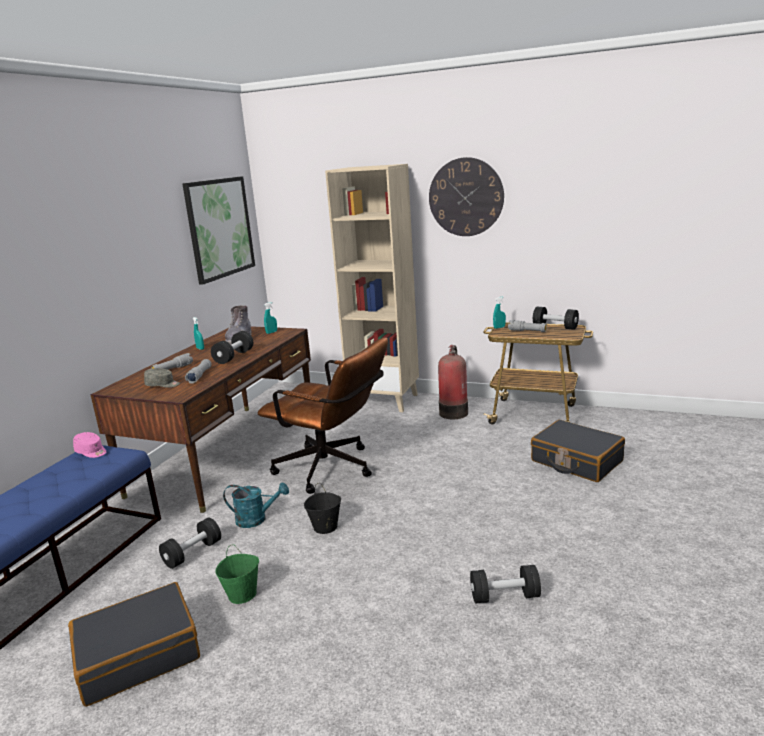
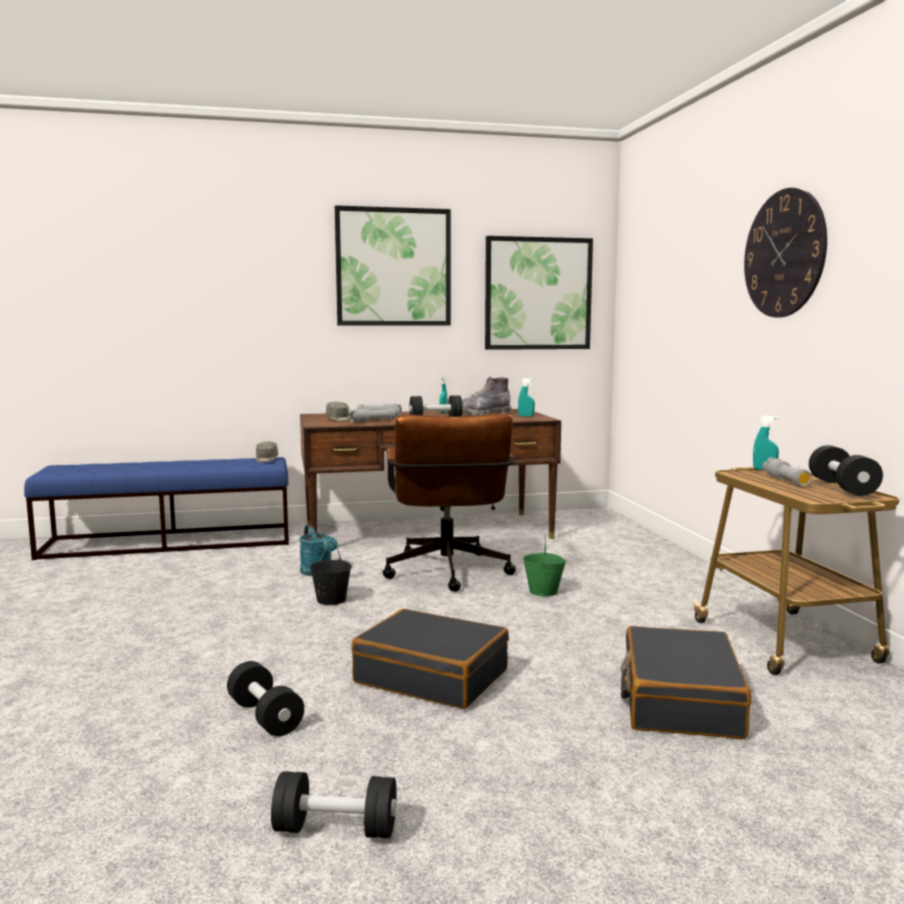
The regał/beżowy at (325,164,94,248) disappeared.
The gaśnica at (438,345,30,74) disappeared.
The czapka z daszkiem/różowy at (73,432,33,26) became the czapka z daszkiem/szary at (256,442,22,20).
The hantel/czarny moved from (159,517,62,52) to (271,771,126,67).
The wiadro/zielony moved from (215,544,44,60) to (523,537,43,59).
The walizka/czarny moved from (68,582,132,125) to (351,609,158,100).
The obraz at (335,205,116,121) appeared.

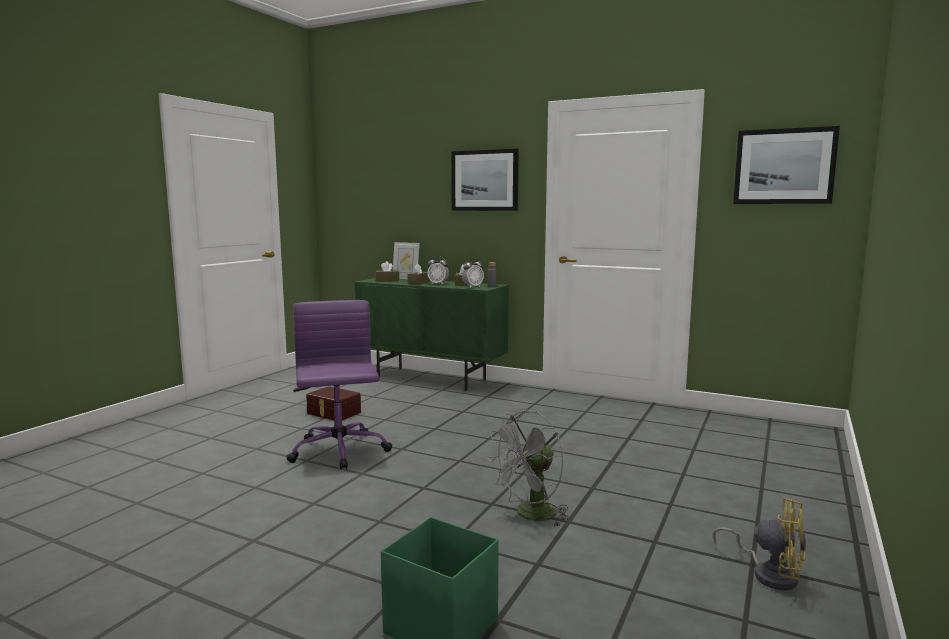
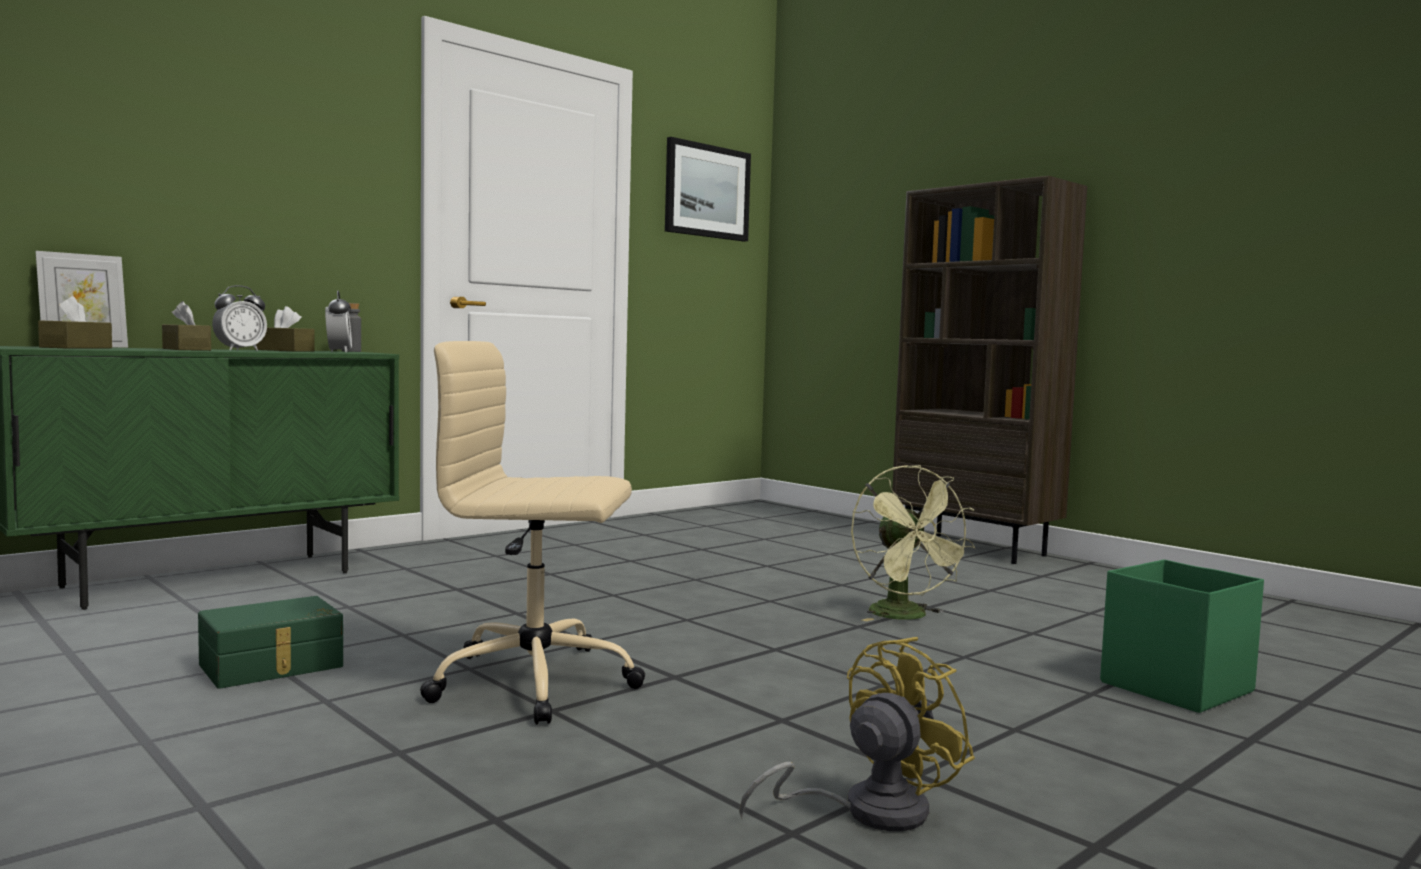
The obraz at (451,149,68,62) disappeared.
The krzesło biurowe/fioletowy at (286,300,107,169) became the krzesło biurowe/beżowy at (420,341,225,384).
The pojemnik do przechowywania/brązowy at (306,386,55,35) became the pojemnik do przechowywania/zielony at (198,596,145,93).
The wentylator/szary at (487,410,82,117) became the wentylator/zielony at (851,465,125,156).
The wentylator/żółty moved from (713,497,93,93) to (739,637,236,194).
The regał/brązowy at (892,176,195,388) appeared.

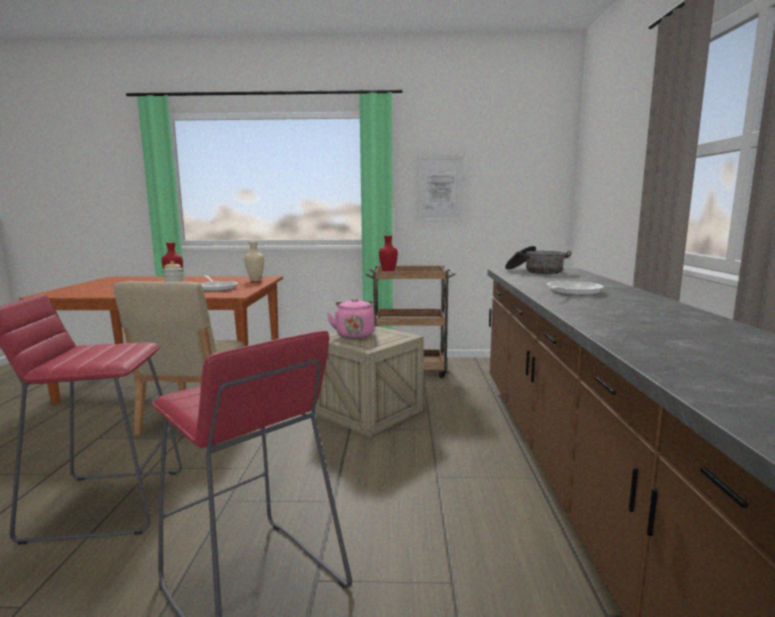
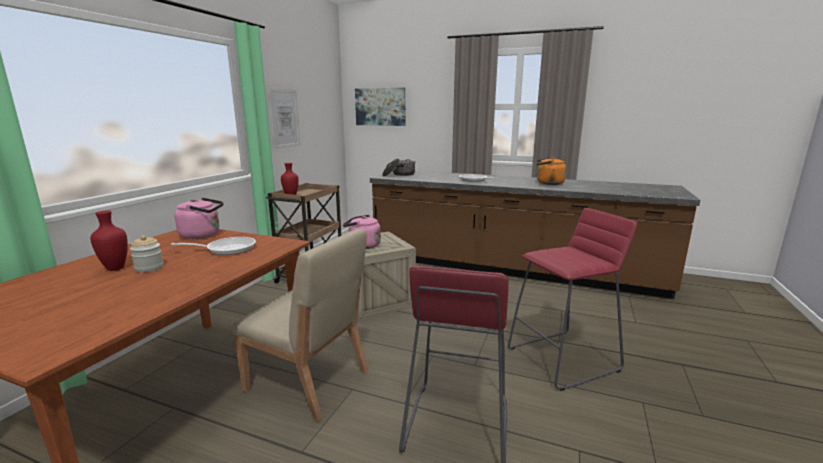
The wazon/beżowy at (244,241,20,40) was replaced by the czajnik/różowy at (174,198,50,41).
The obraz at (355,88,50,38) appeared.
The czajnik/pomarańczowy at (536,157,30,28) appeared.

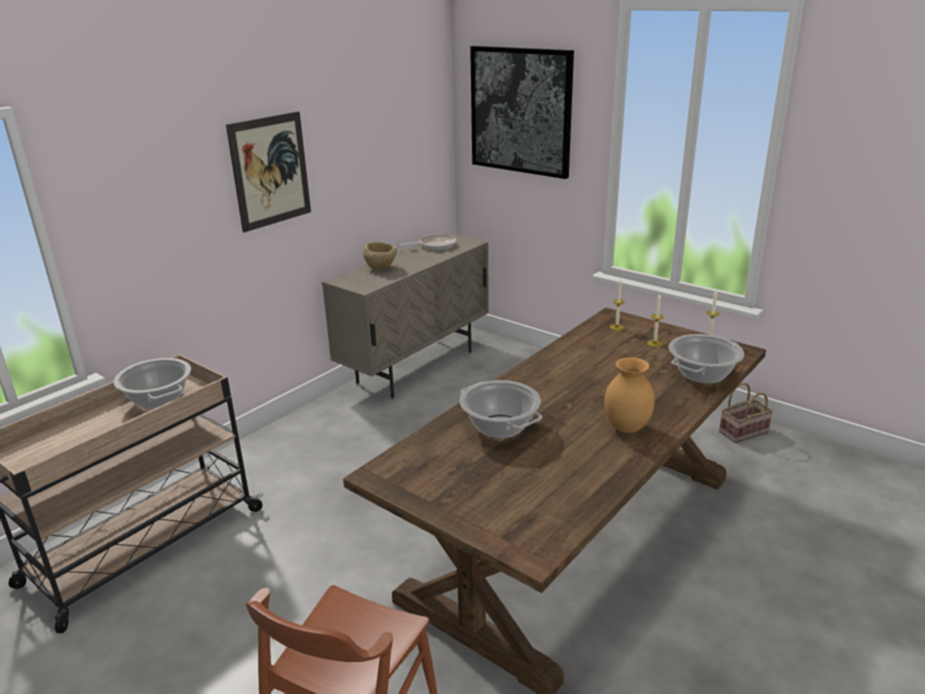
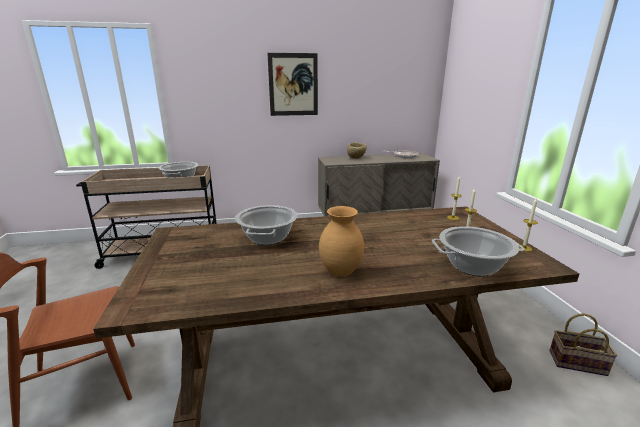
The obraz at (470,46,104,133) disappeared.

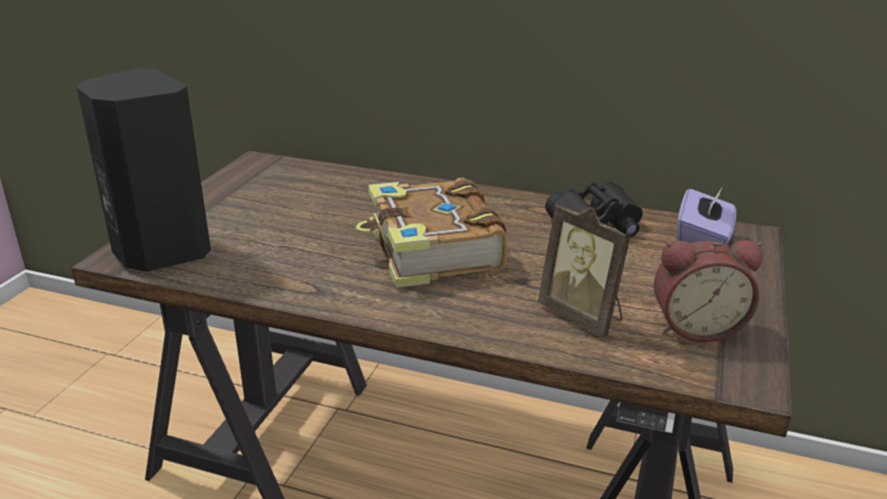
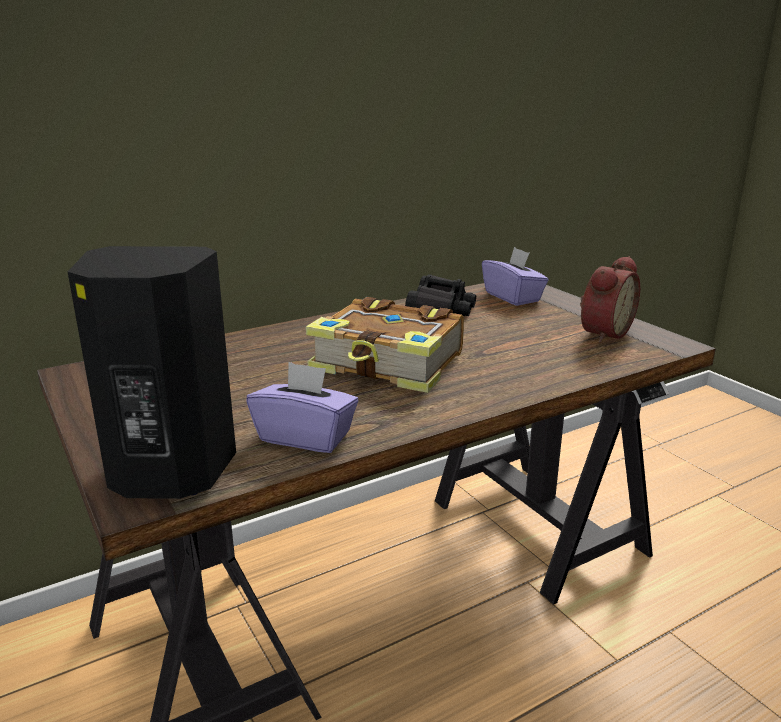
The ramka na zdjęcie at (538,204,93,133) disappeared.
The pudełko chusteczek/fioletowy at (246,362,112,91) appeared.

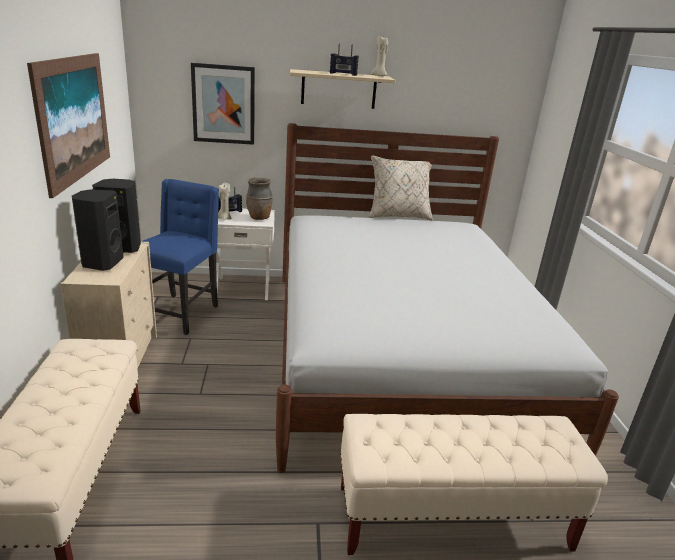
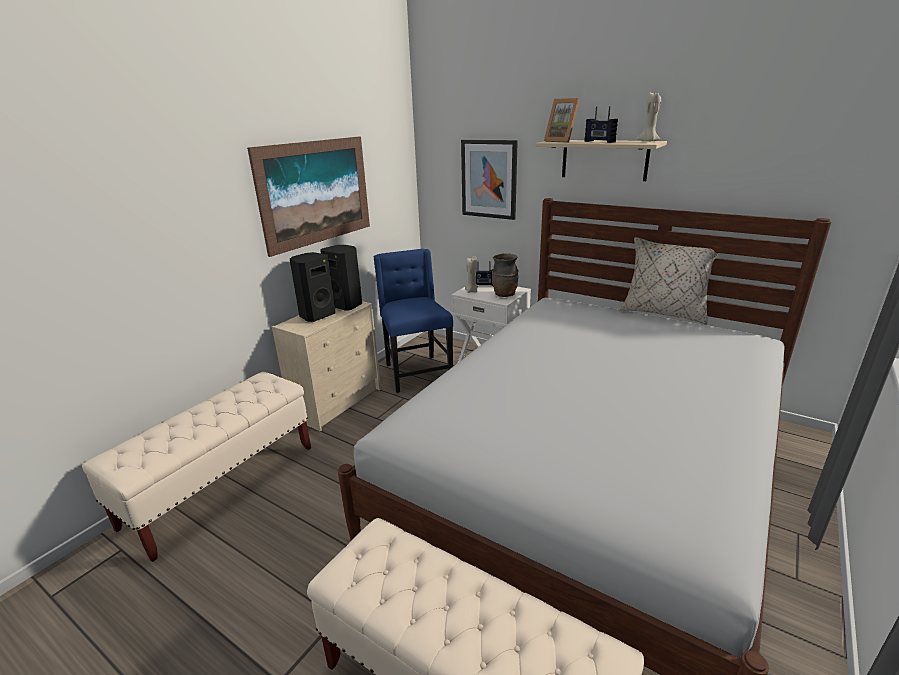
The krzesło/niebieski at (141,179,78,156) turned 75 degrees counterclockwise.
The ramka na zdjęcie at (544,98,36,45) appeared.

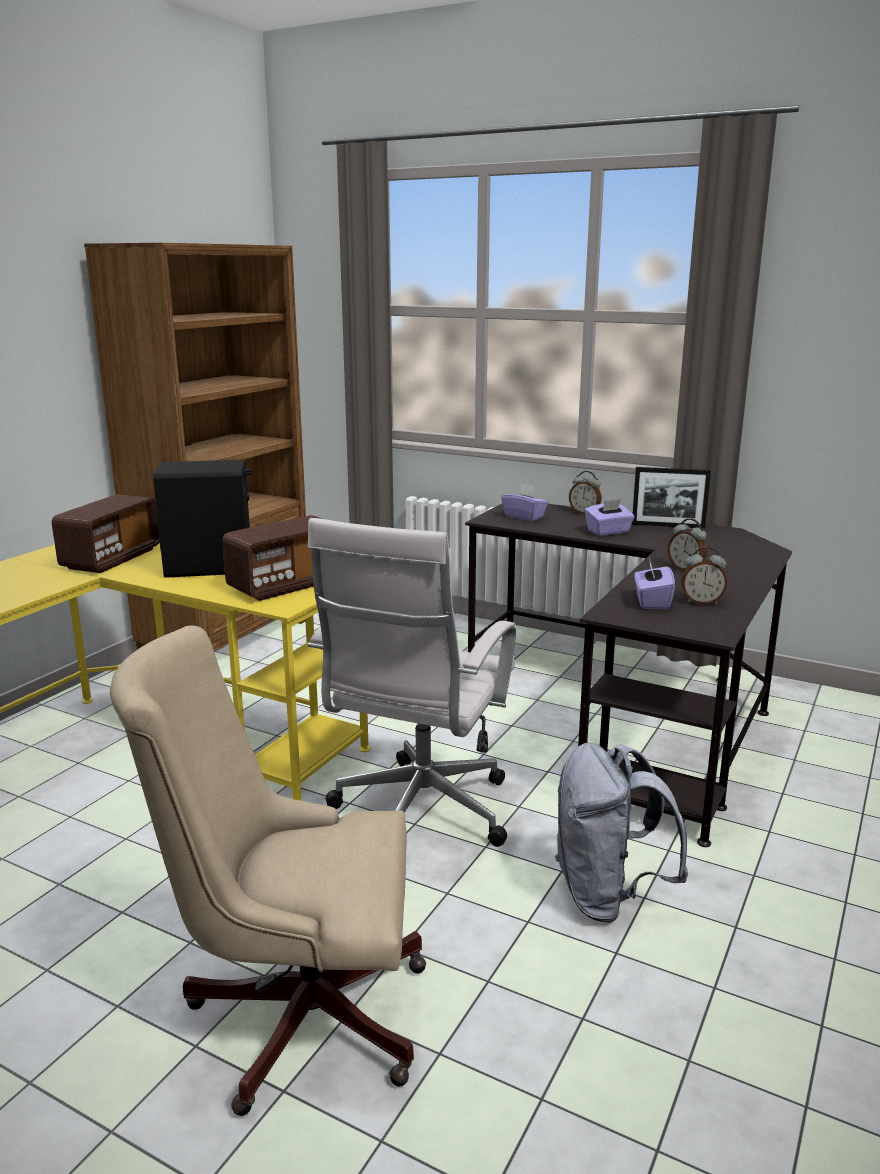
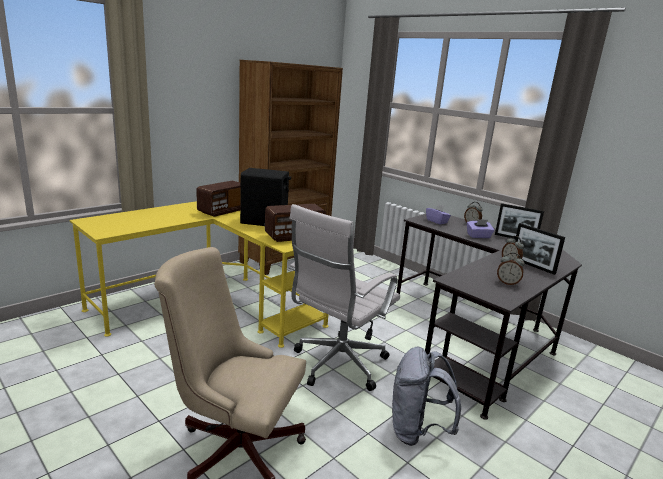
The pudełko chusteczek/fioletowy at (634,558,41,52) disappeared.
The ramka na zdjęcie at (515,223,50,52) appeared.

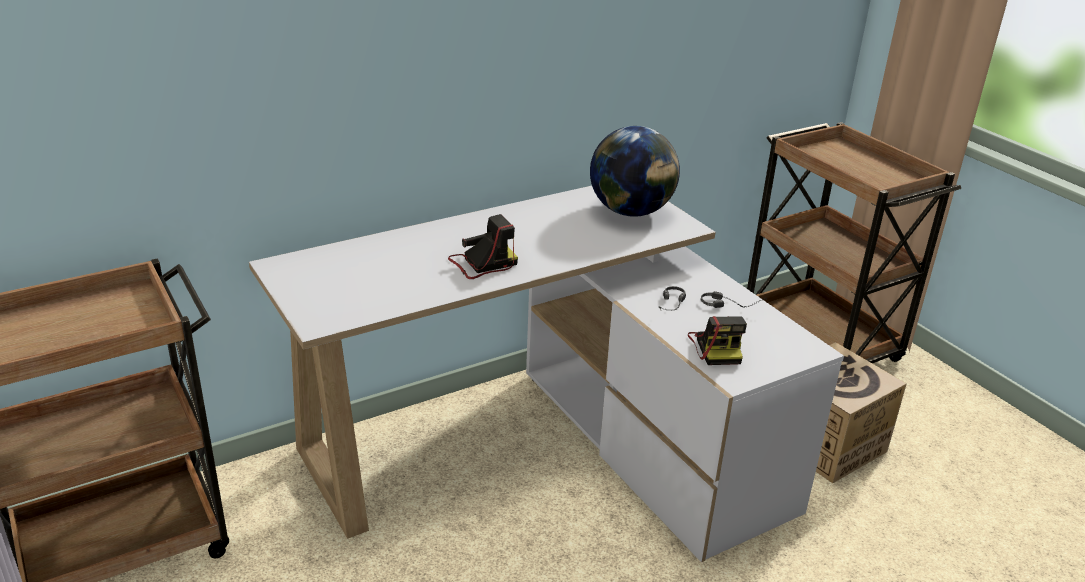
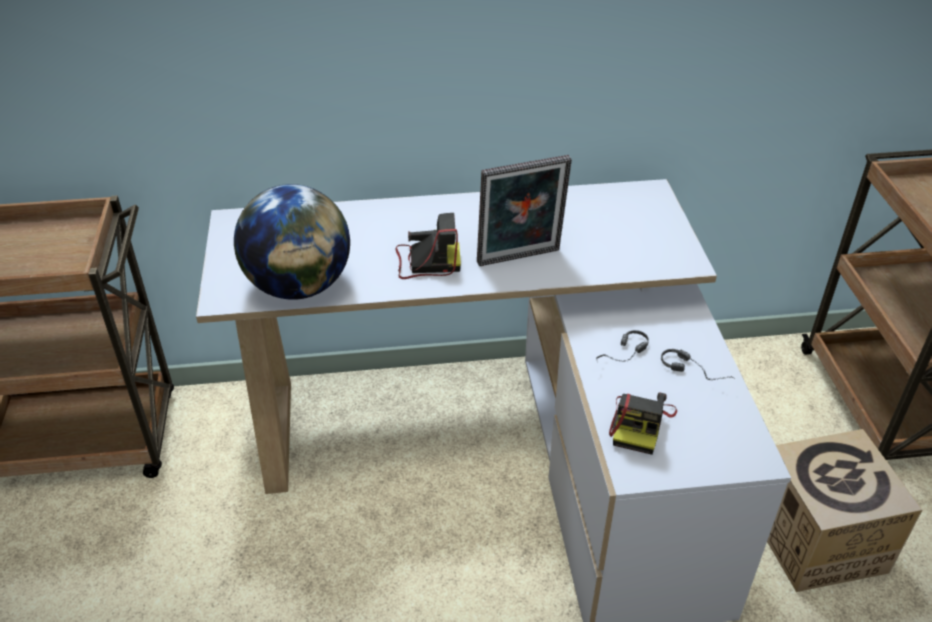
The globus moved from (590,126,90,91) to (234,184,116,116).
The ramka na zdjęcie at (477,155,95,111) appeared.

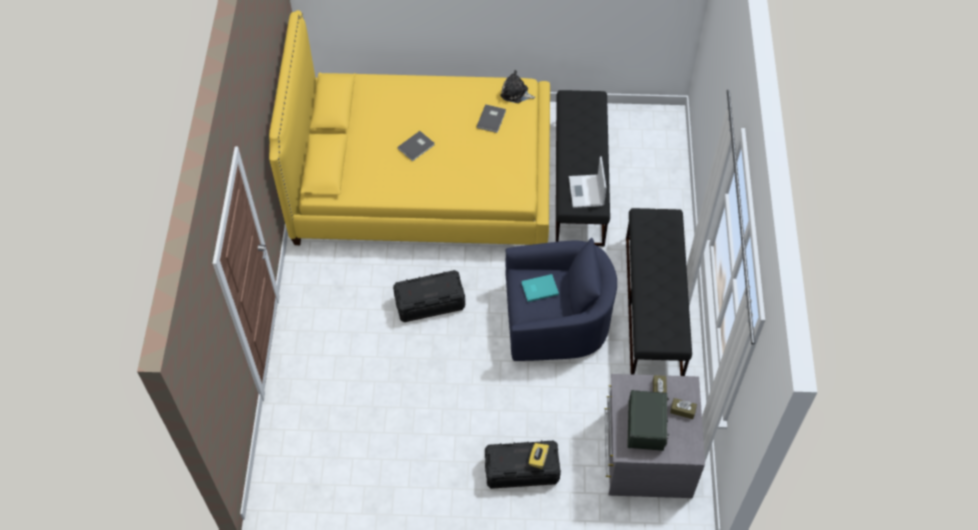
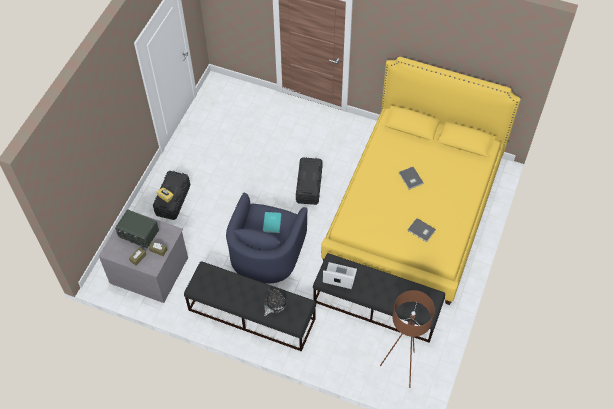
The pluszak moved from (501,70,34,33) to (264,289,24,27).
The lampa stojąca/brązowy at (380,290,55,98) appeared.

